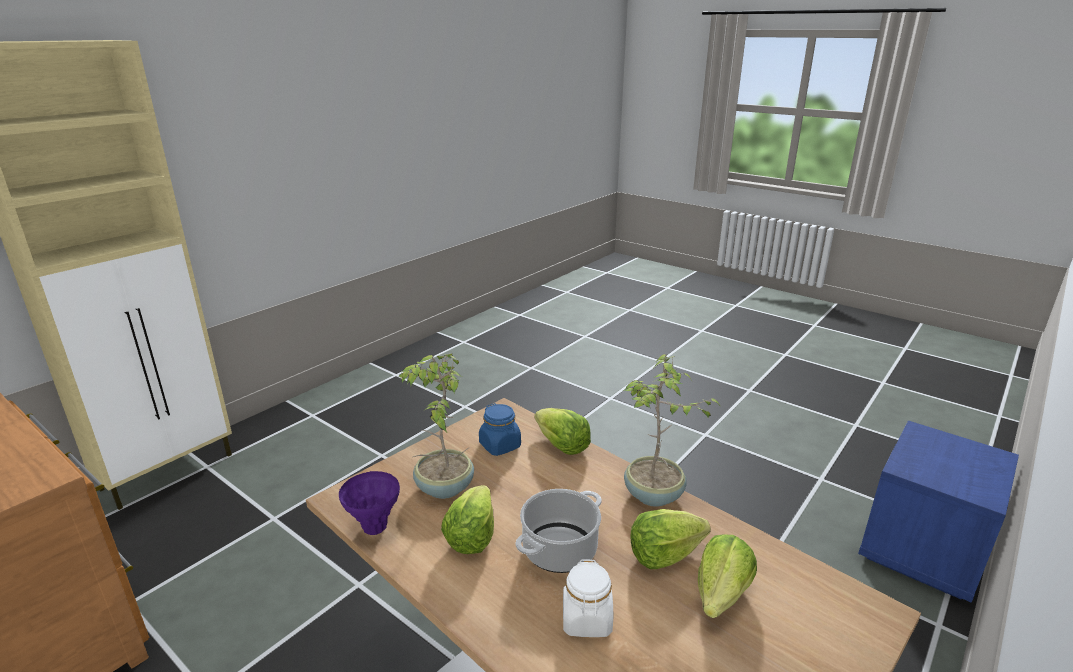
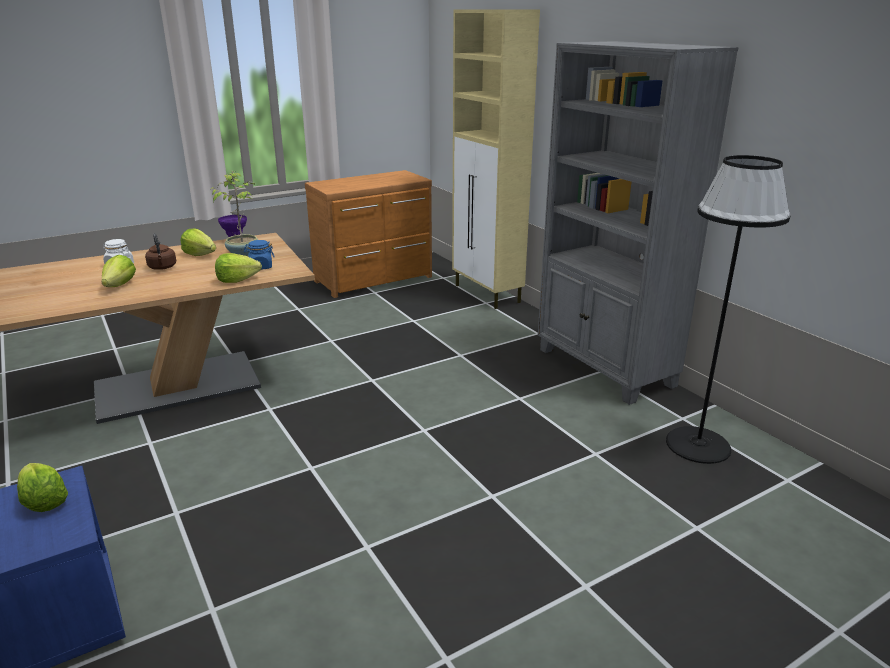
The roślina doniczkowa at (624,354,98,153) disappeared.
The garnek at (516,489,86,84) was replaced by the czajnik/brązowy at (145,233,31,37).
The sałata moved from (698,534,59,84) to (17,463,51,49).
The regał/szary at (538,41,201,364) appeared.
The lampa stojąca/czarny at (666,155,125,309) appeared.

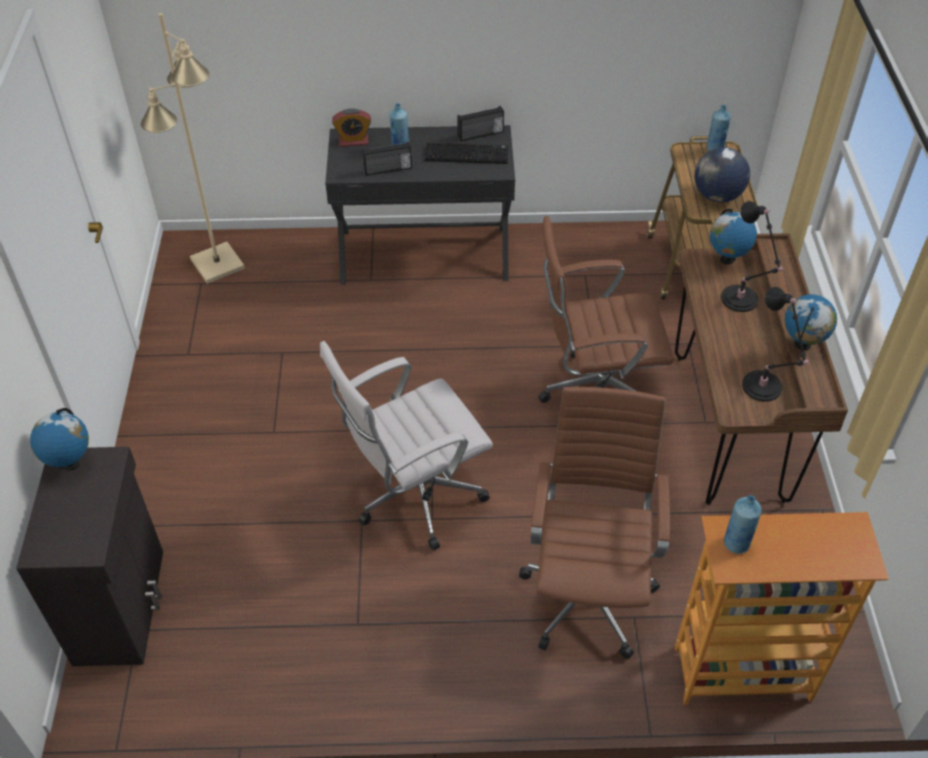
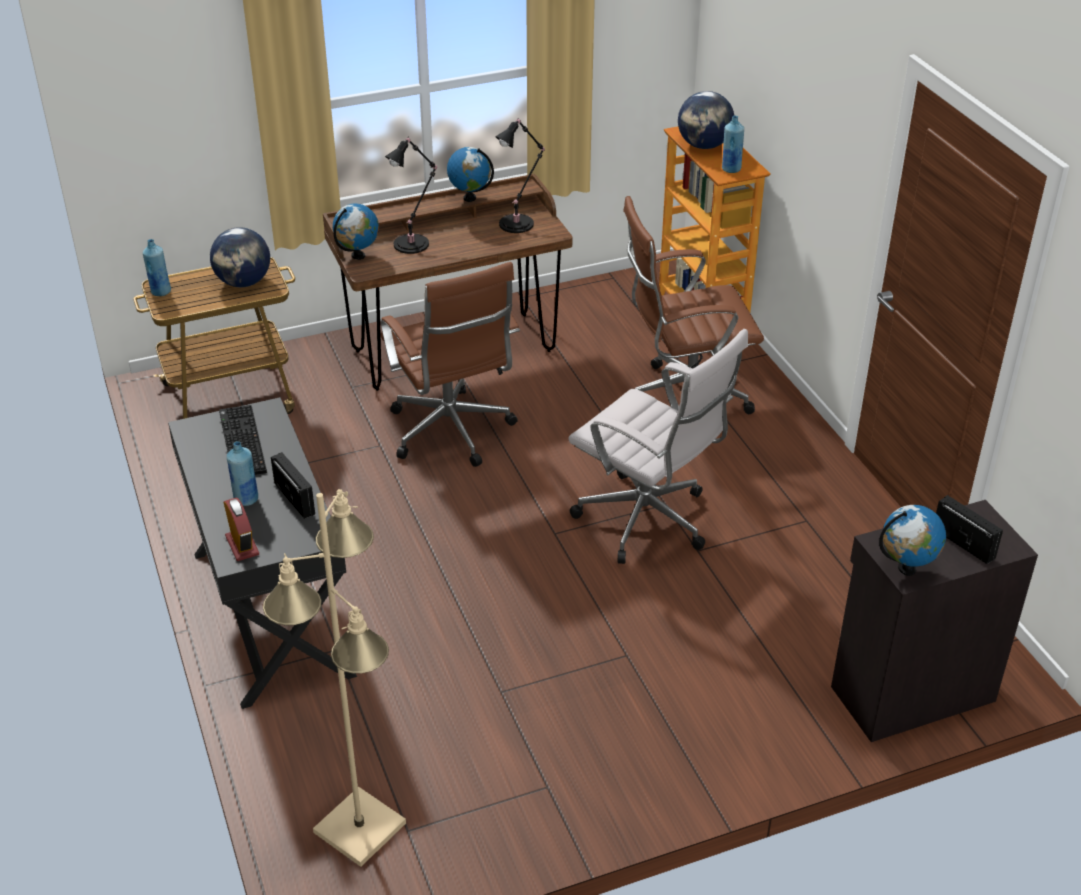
The radio moved from (457,106,47,35) to (936,495,67,69).
The globus at (678,91,57,58) appeared.

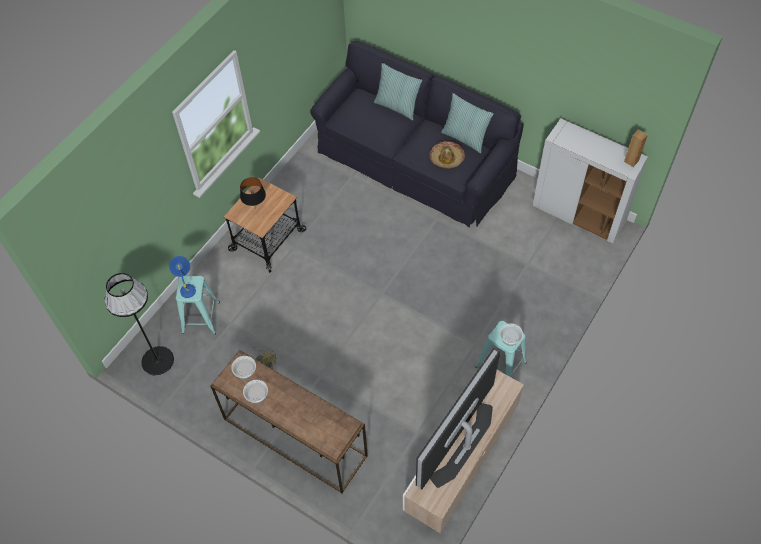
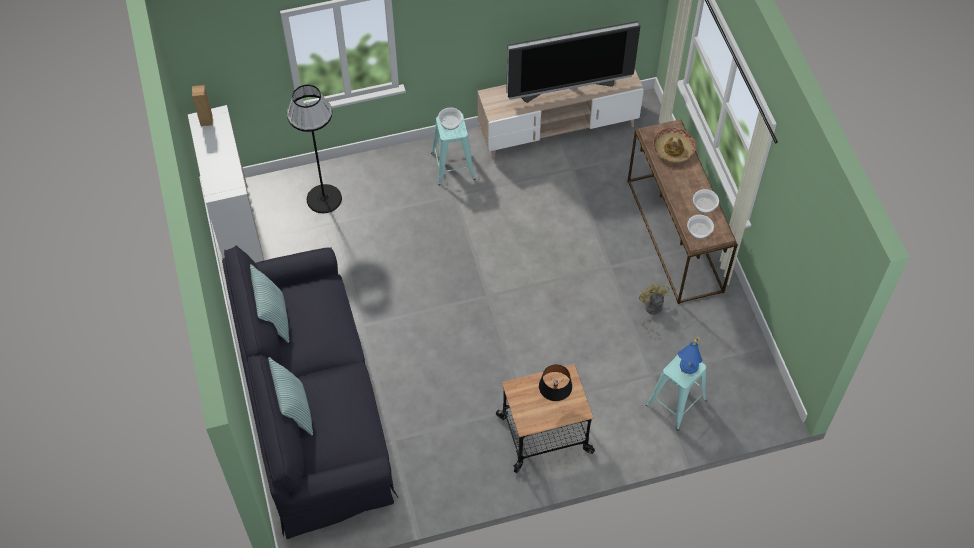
The kapelusz moved from (430,141,35,28) to (653,128,43,34).
The lampa stojąca/czarny moved from (104,273,70,103) to (287,85,55,128).

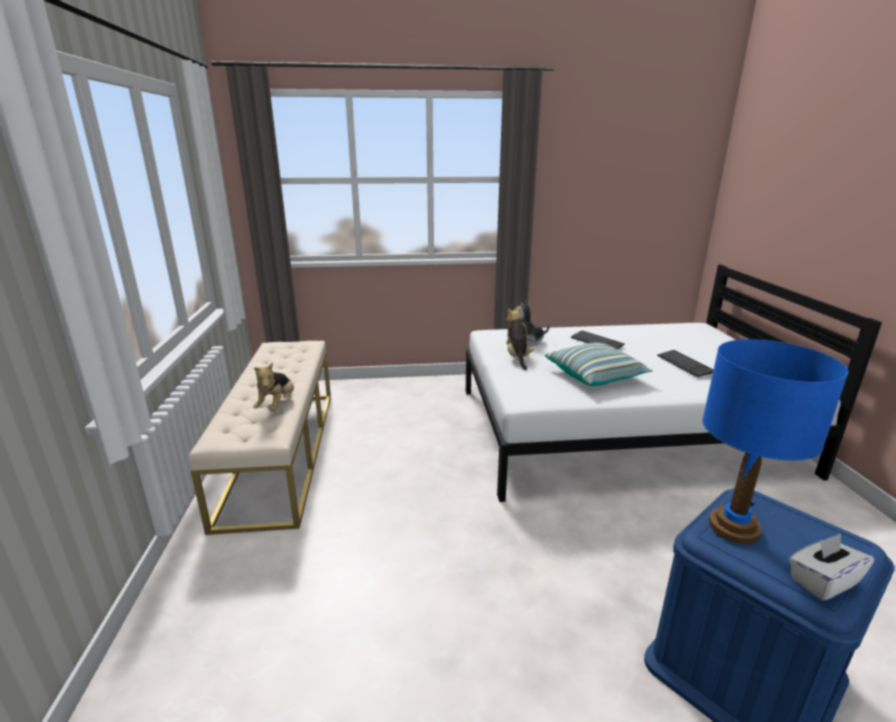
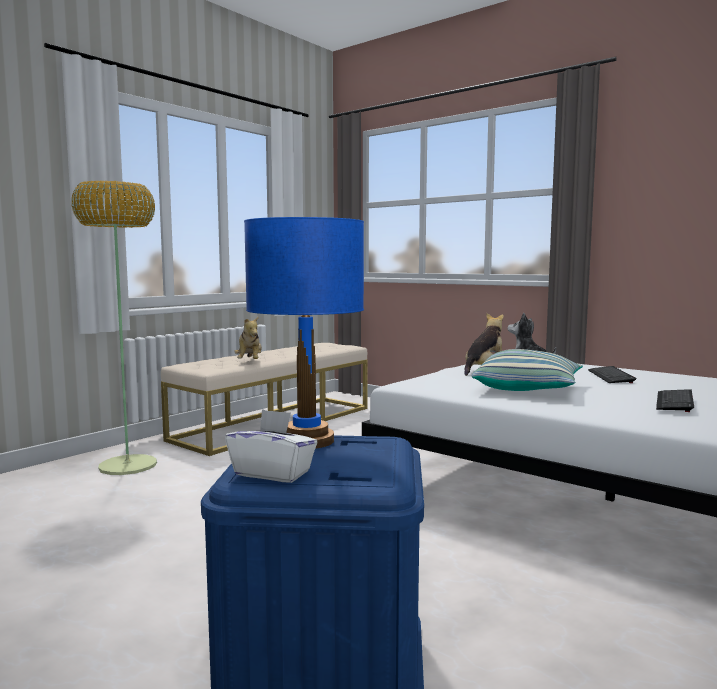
The pluszak at (253,362,41,49) turned 60 degrees counterclockwise.
The lampa stojąca at (71,181,86,294) appeared.

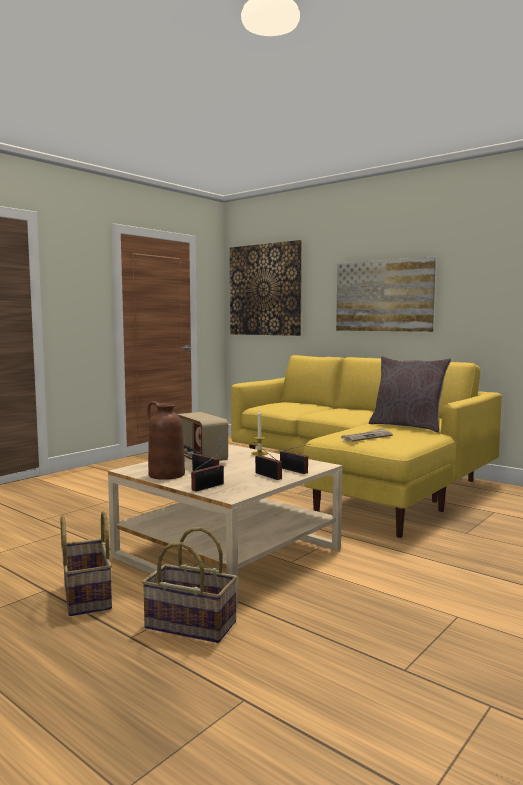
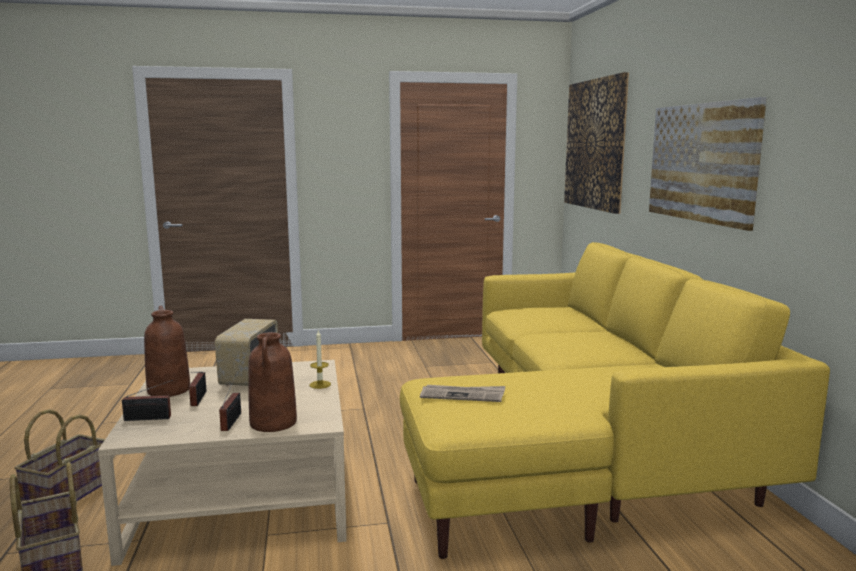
The poduszka/szary at (369,356,82,76) disappeared.
The radio at (280,444,29,30) was replaced by the wazon/brązowy at (248,332,49,100).

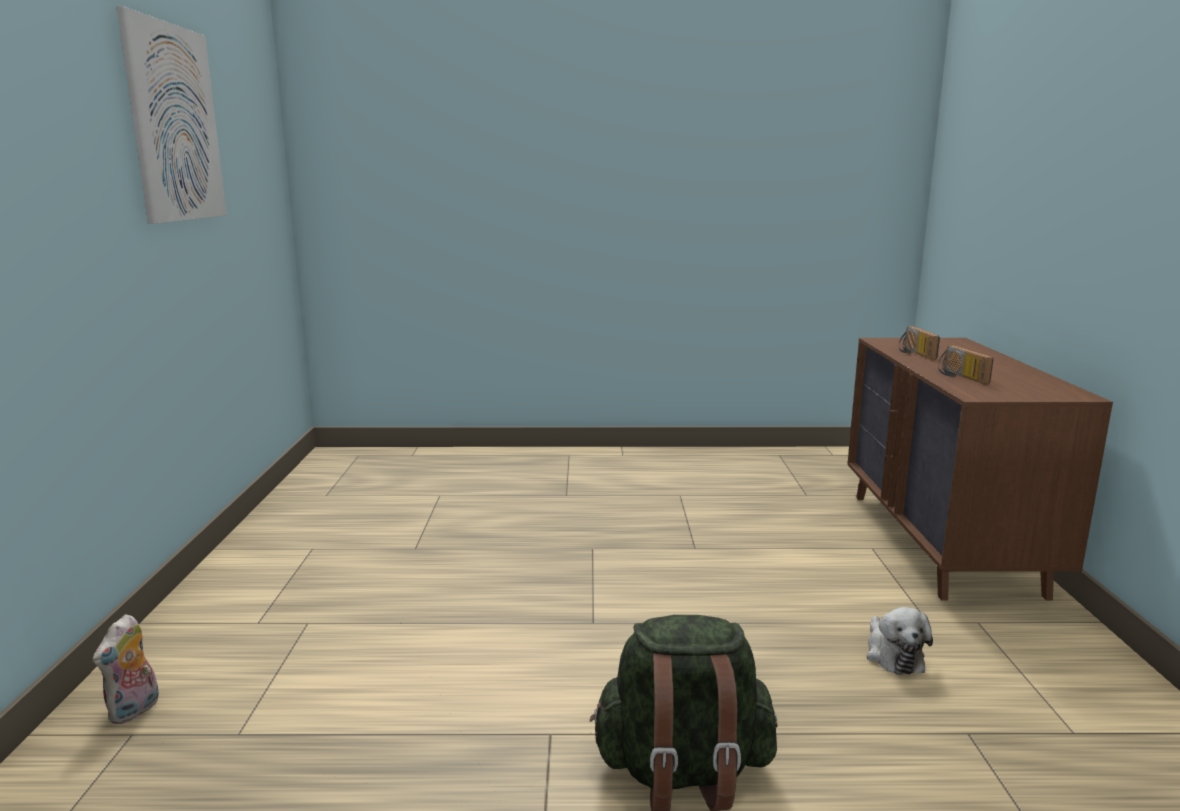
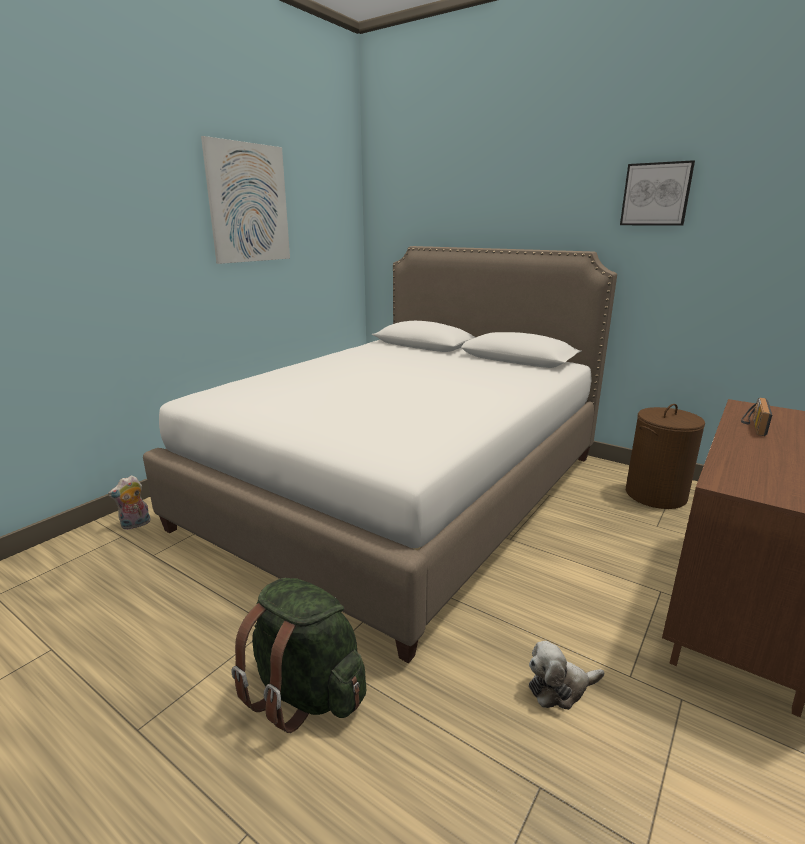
The radio at (938,345,56,39) disappeared.
The pluszak at (867,607,66,68) turned 45 degrees clockwise.
The obraz at (620,160,75,66) appeared.
The łóżko/biały at (143,246,474,417) appeared.
The kosz na pranie/brązowy at (626,404,79,105) appeared.

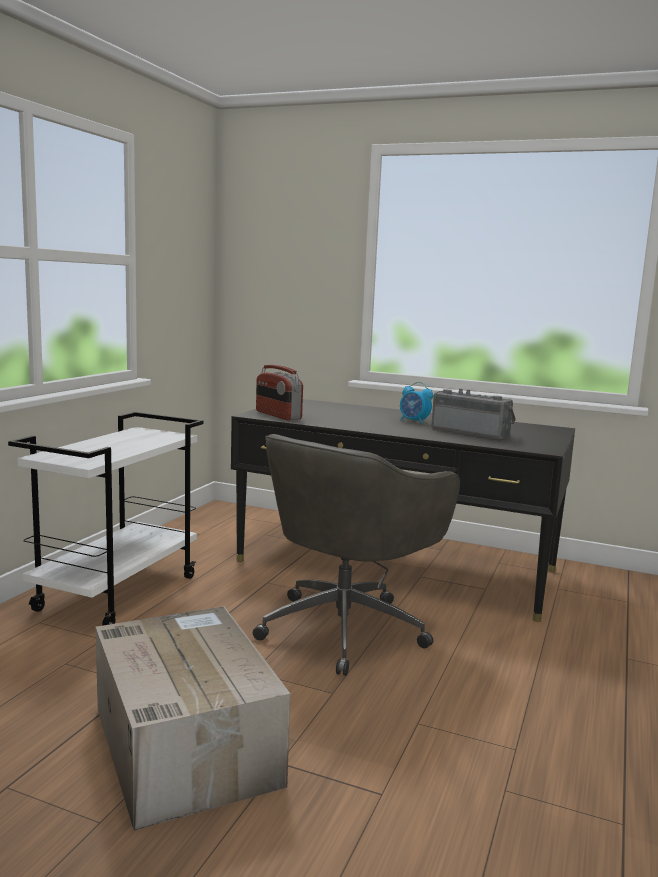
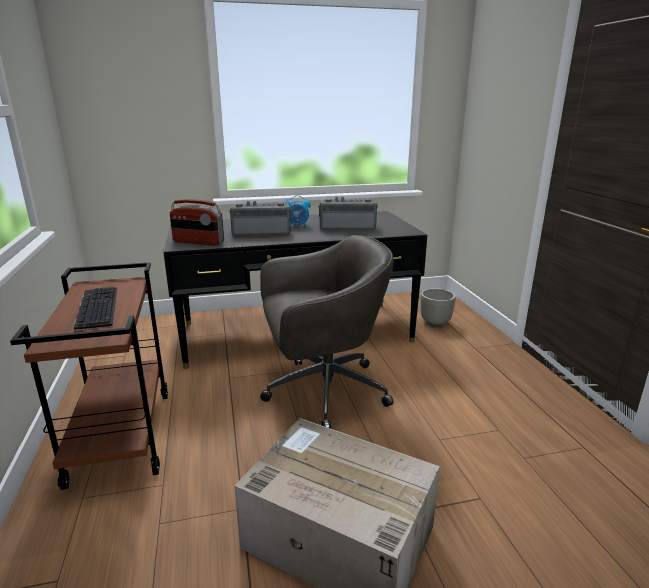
The wózek/biały at (8,412,195,214) became the wózek/brązowy at (10,262,158,228).
The krzesło biurowe/szary at (253,434,207,242) turned 105 degrees counterclockwise.
The radio at (229,201,62,35) appeared.
The klawiatura at (74,287,43,44) appeared.
The donica/szary at (421,288,35,39) appeared.

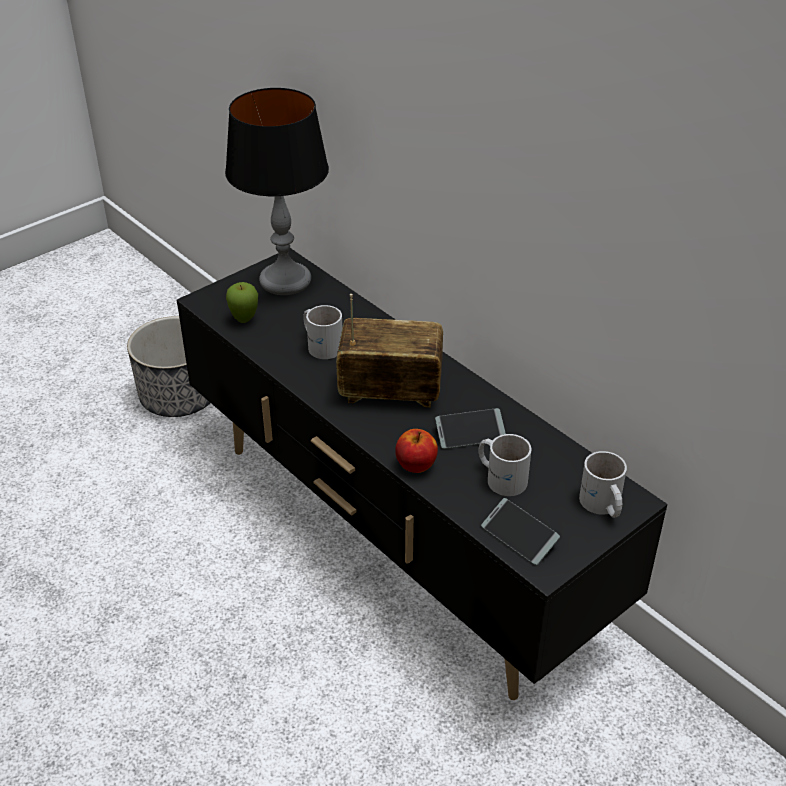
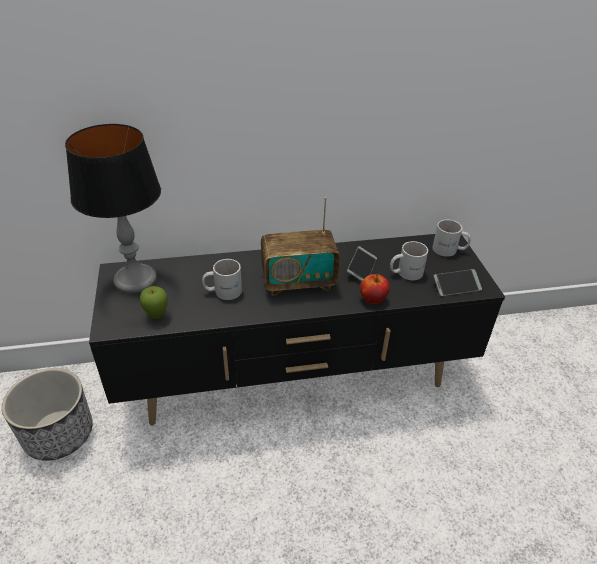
The radio at (336,294,107,114) turned 135 degrees counterclockwise.

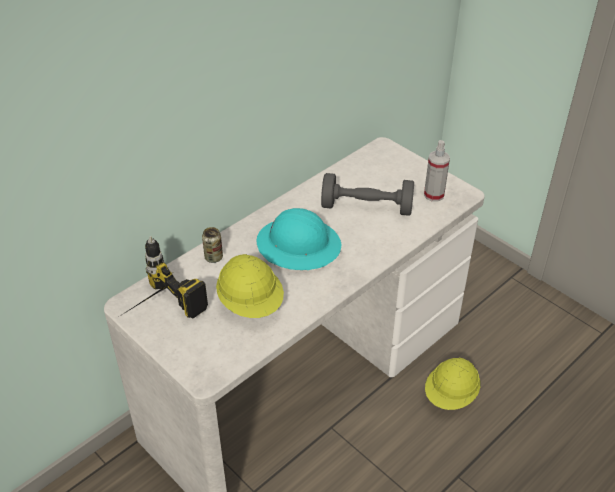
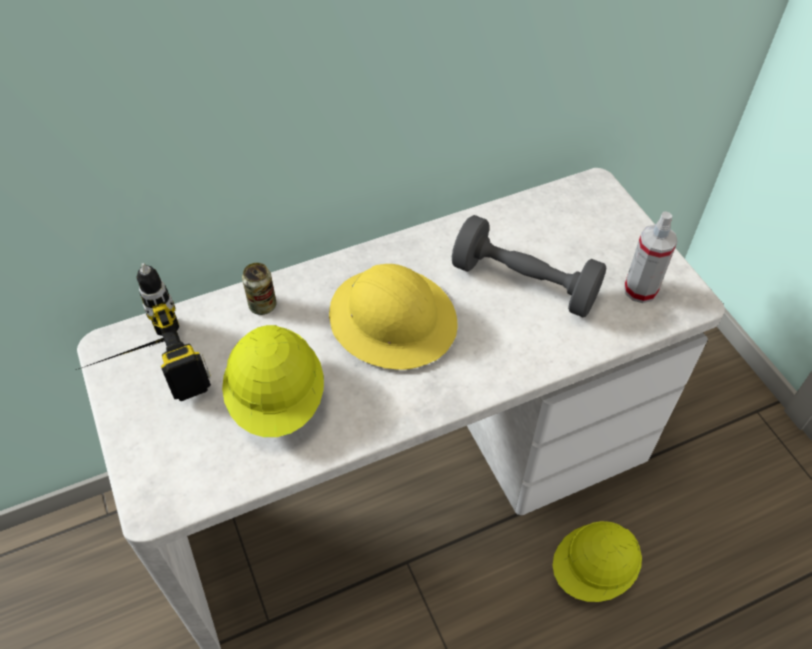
The kask/turkusowy at (257,208,84,62) became the kask/żółty at (329,264,128,106).

